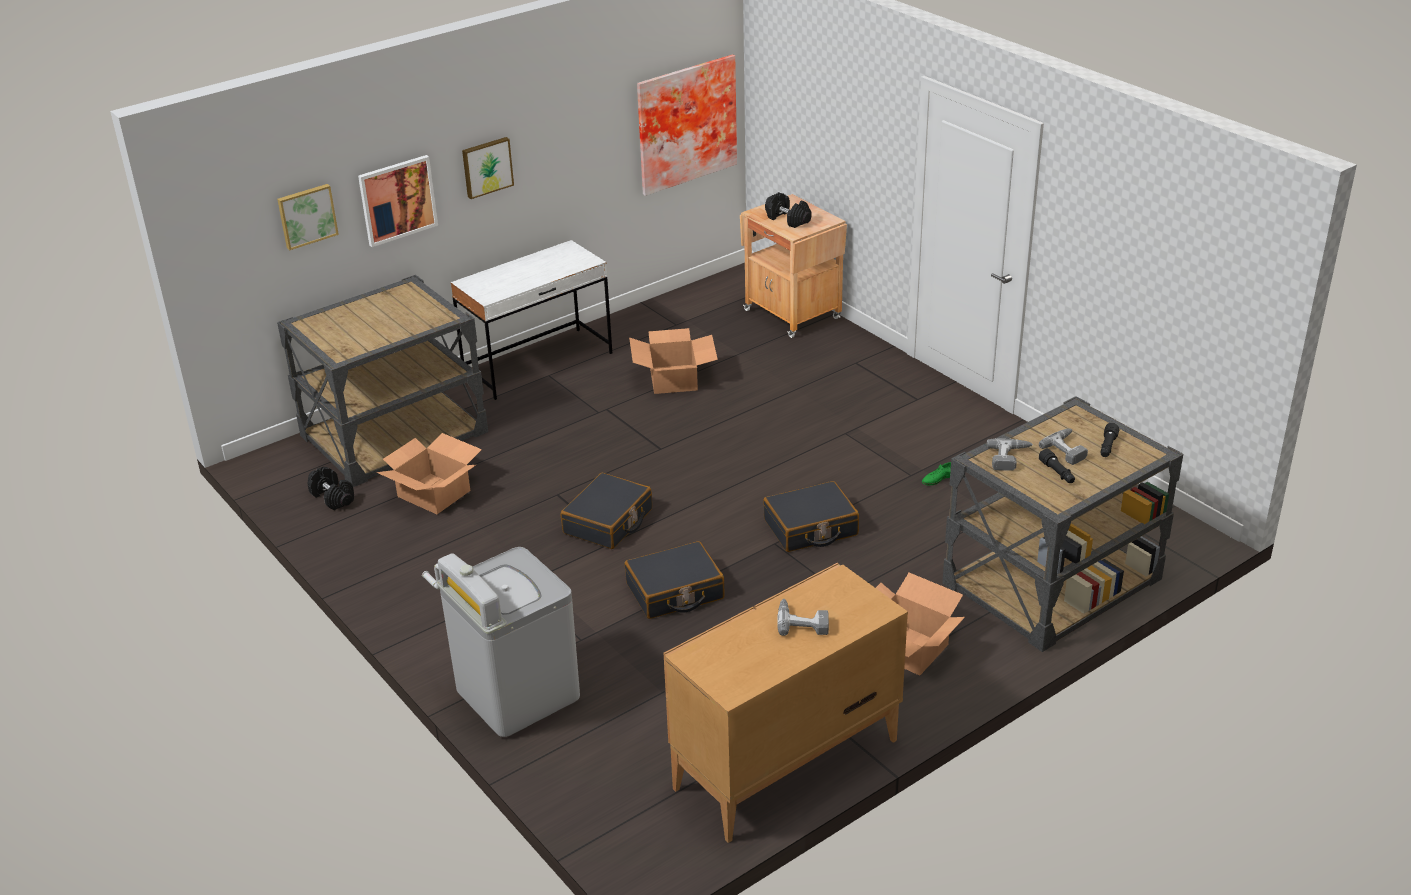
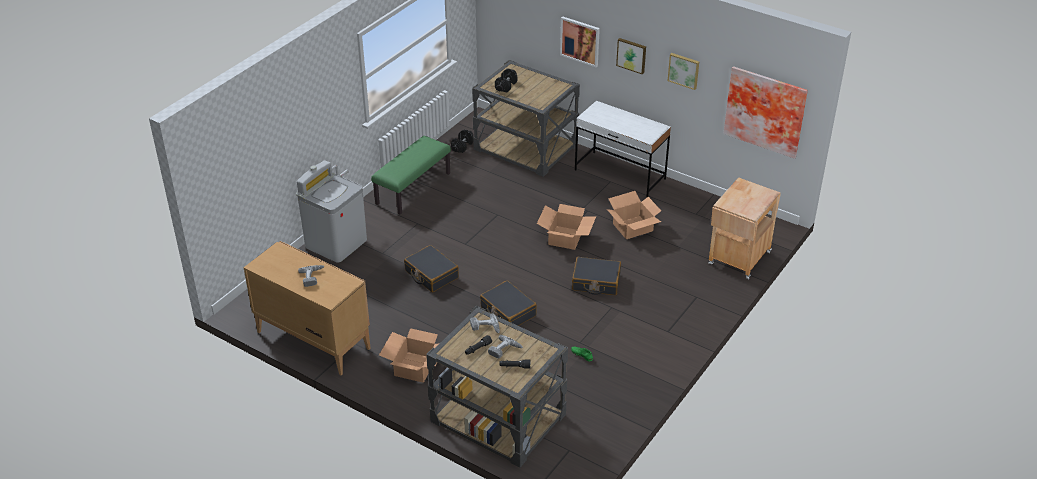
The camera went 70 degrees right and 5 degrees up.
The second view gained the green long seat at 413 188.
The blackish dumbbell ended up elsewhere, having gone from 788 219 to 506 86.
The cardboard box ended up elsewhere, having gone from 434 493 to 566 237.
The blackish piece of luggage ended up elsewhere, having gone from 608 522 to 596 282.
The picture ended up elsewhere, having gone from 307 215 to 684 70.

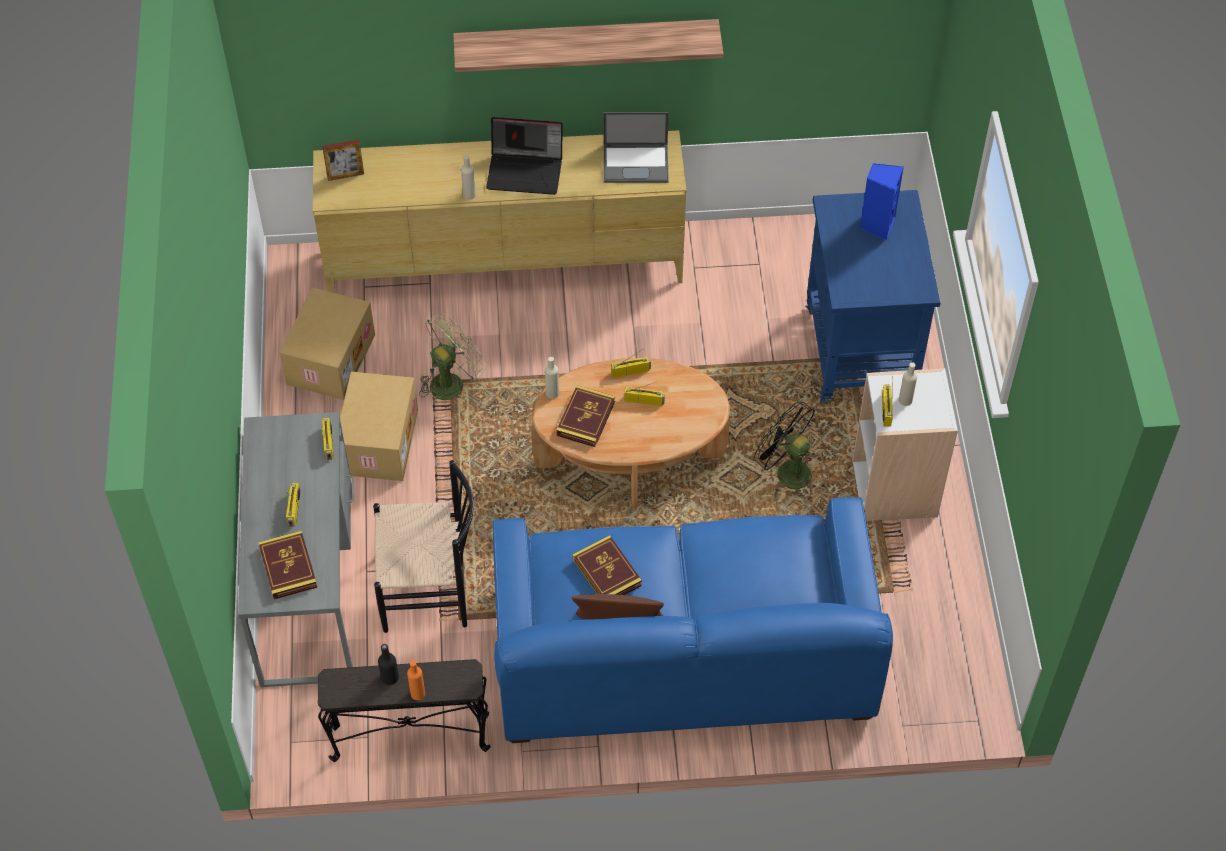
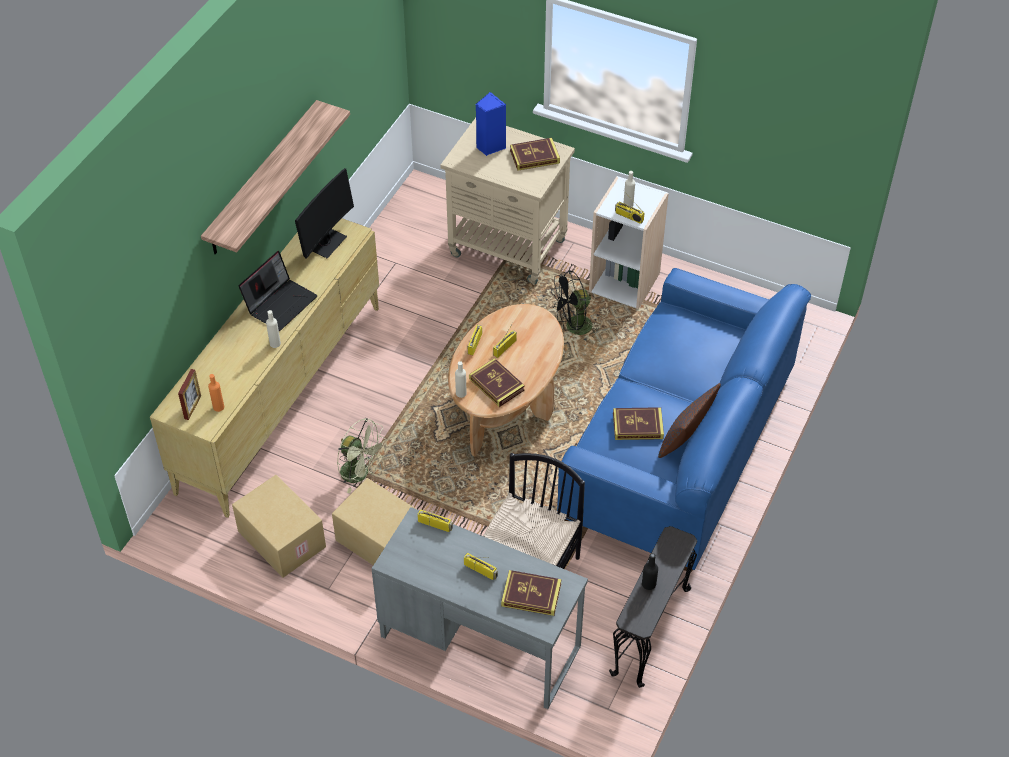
The camera went 60 degrees left and 5 degrees down.
The orange bottle ended up elsewhere, having gone from 418 693 to 218 407.
Where the portable computer stood at 636 163, the computer screen came to stand at 325 242.
The green fan at 451 381 ended up facing another way, 135 degrees clockwise from before.
What was the blue-coloured cart at 859 354 turned into the beige-coloured cart at 508 249.
The second view gained the bound book at 534 156.

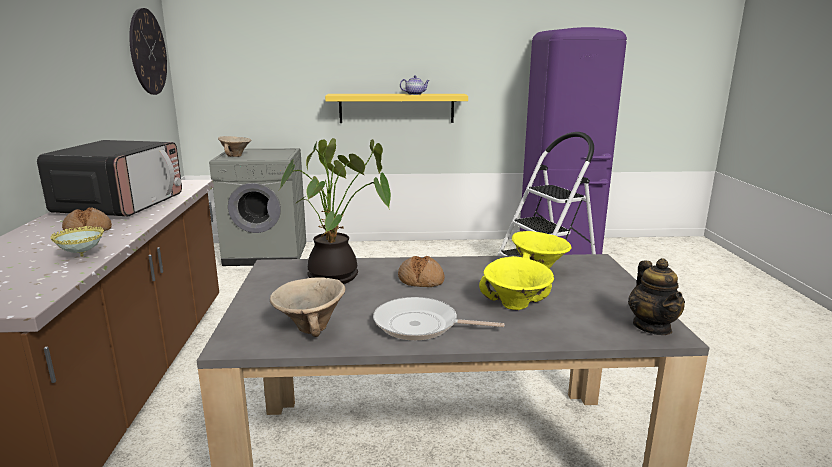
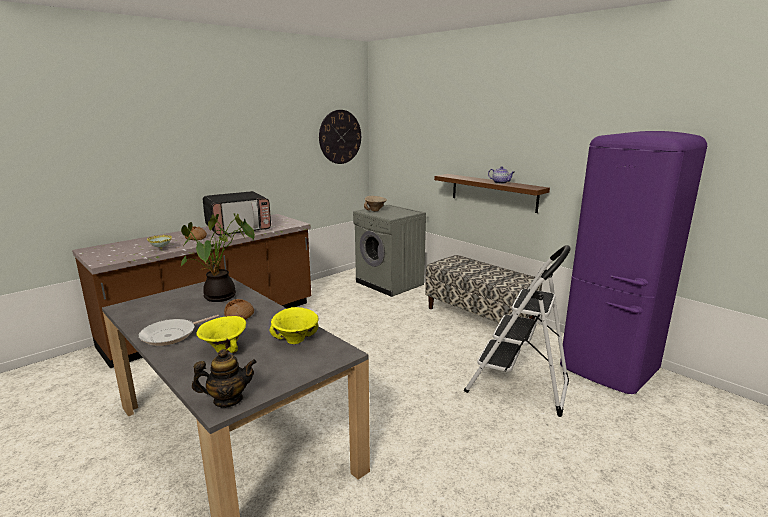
The camera went 50 degrees right and 0 degrees up.
The frying pan at 421 325 ended up facing another way, 105 degrees counterclockwise from before.
The tea pot at 652 327 ended up facing another way, 150 degrees counterclockwise from before.
The second view gained the long seat at 479 317.
What was the yellow shelf at 396 108 turned into the brown-coloured shelf at 493 192.
The second view lost the beige-coloured deep dish at 309 328.

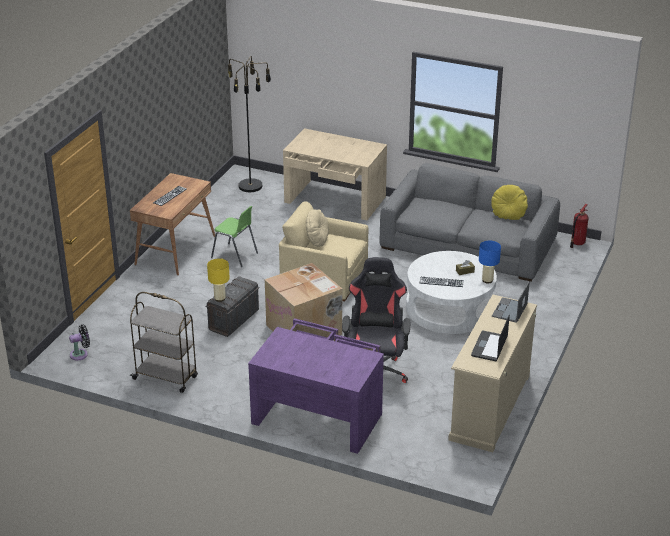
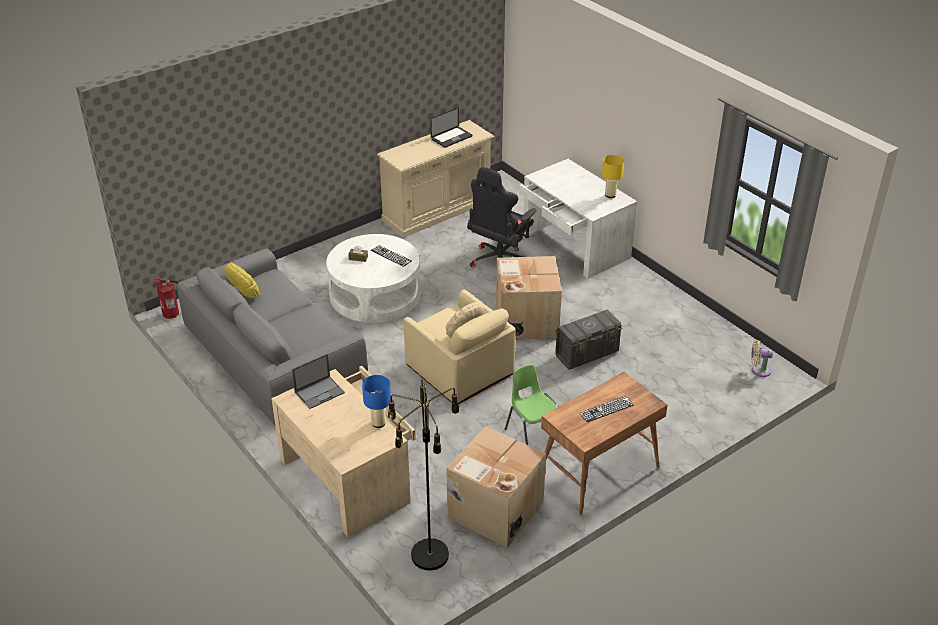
The camera went 150 degrees left and 5 degrees up.
The portable computer ended up elsewhere, having gone from 509 310 to 320 392.
The blue-coloured table lamp ended up elsewhere, having gone from 487 280 to 379 423.
The second view gained the cardboard box at 494 510.
What was the purple-coloured desk at 318 414 turned into the white-coloured desk at 571 247.
The yellow table lamp ended up elsewhere, having gone from 219 298 to 610 195.
What was the blackish fan at 81 354 turned into the beige-coloured fan at 759 370.
The second view lost the grey cart at 165 378.

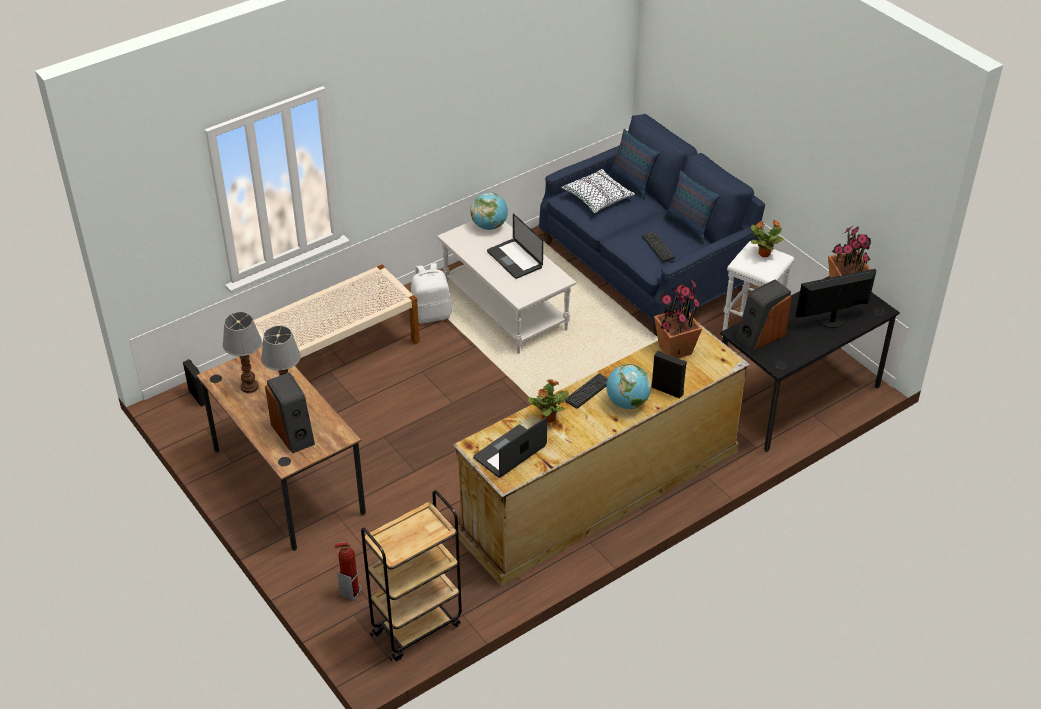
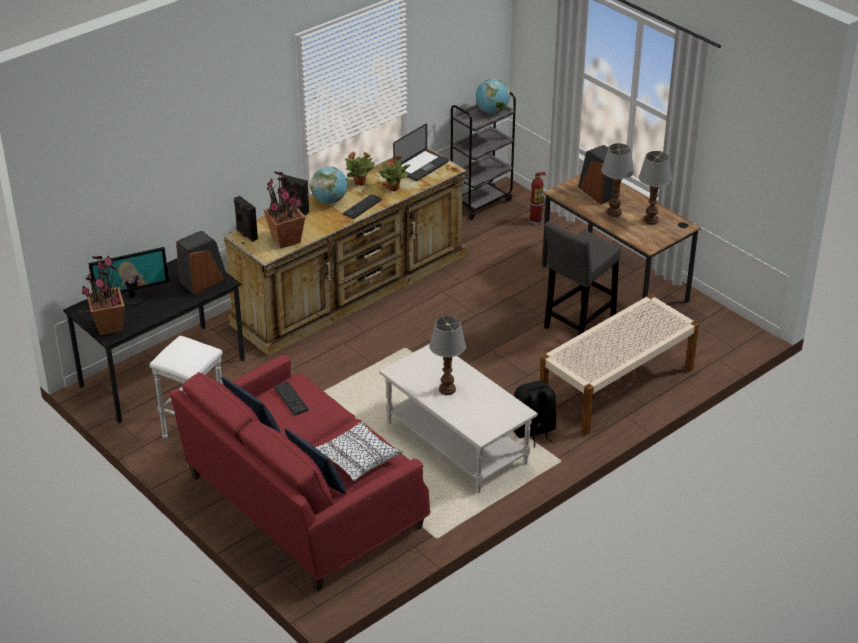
The camera went 175 degrees right and 5 degrees down.
What was the blue-coloured sofa at 645 265 turned into the red sofa at 301 504.
The blackish audio speaker ended up elsewhere, having gone from 199 397 to 246 235.
The potted plant ended up elsewhere, having gone from 763 253 to 360 183.
Where the portable computer stood at 514 260, the table lamp came to stand at 446 389.
What was the brown-coloured cart at 417 631 turned into the grey cart at 481 203.
The globe ended up elsewhere, having gone from 489 226 to 492 111.
What was the white-coloured rucksack at 431 314 turned into the blackish rucksack at 534 431.
The second view gained the grey sitting stool at 577 326.

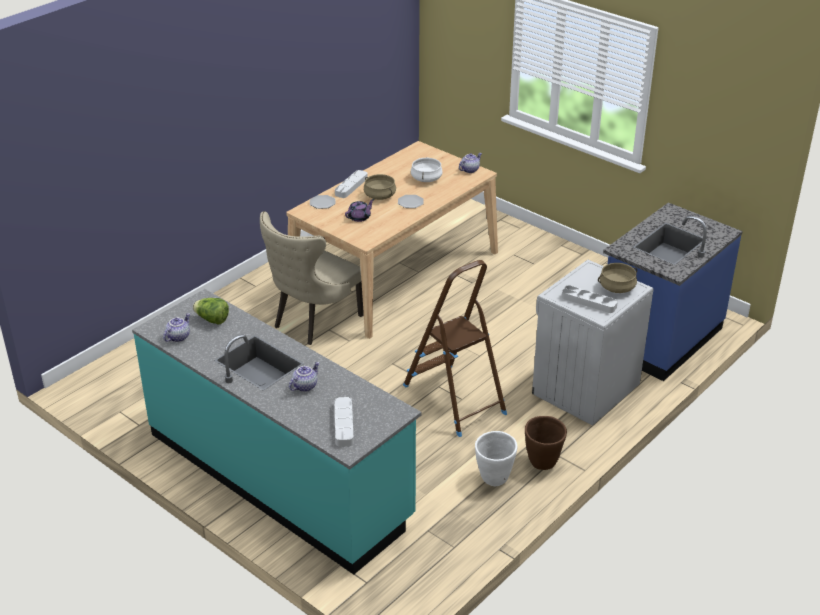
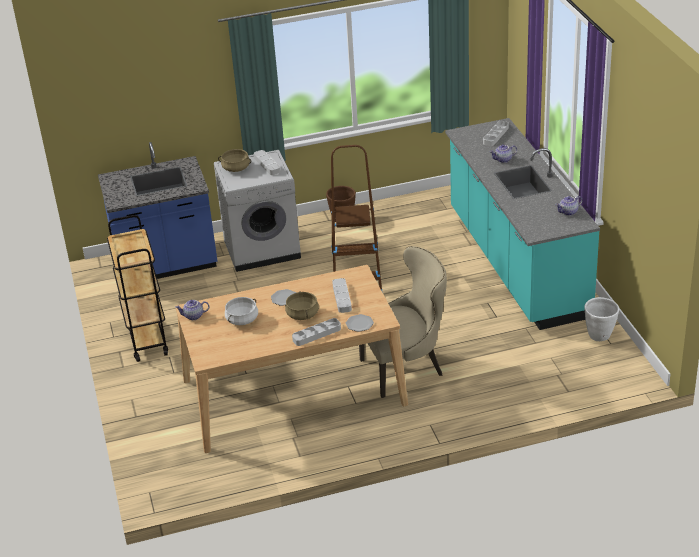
The camera went 145 degrees left and 0 degrees up.
The second view gained the brown-coloured cart at 146 341.
Where the purple-coloured tea pot stood at 359 217, the grey serving tray came to stand at 342 297.
The white-coloured planter ended up elsewhere, having gone from 494 478 to 599 336.
The second view lost the lettuce head at 212 320.

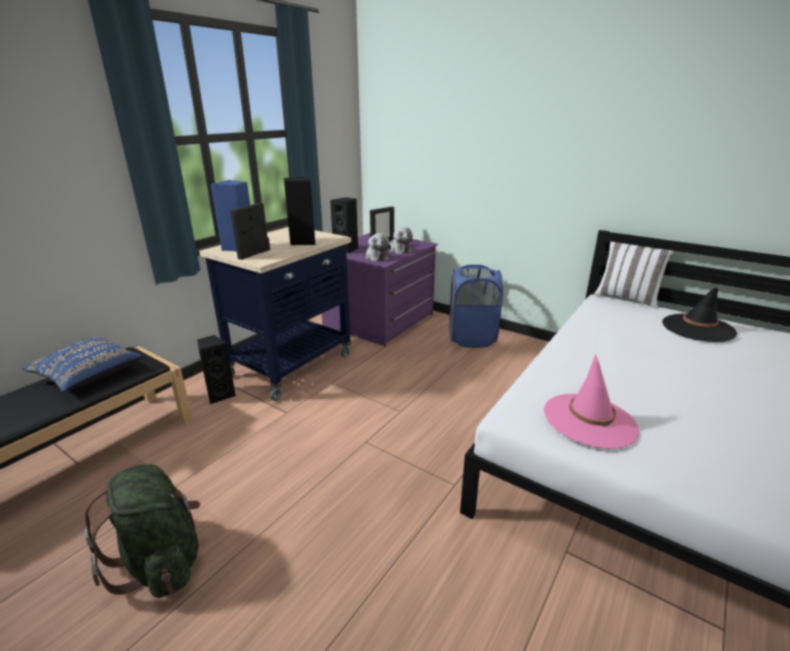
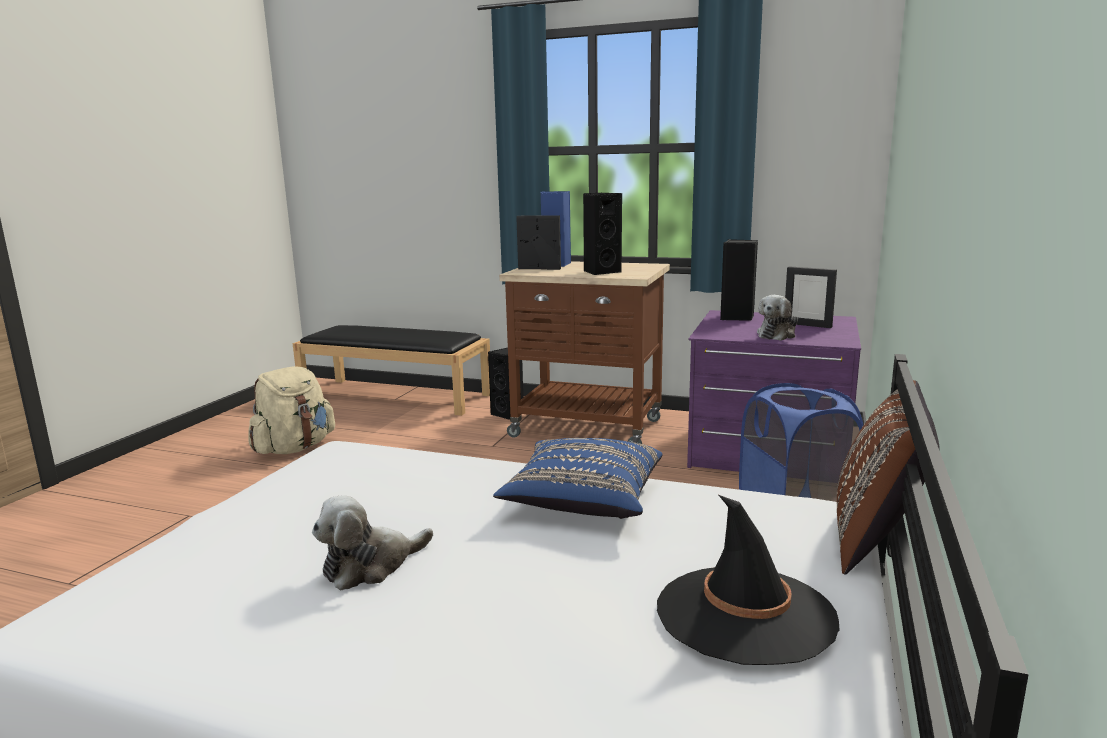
The camera went 75 degrees right and 10 degrees down.
What was the green rucksack at 161 561 turned into the beige-coloured rucksack at 294 448.
The cuddly toy ended up elsewhere, having gone from 376 257 to 371 566.
The blue-coloured cushion ended up elsewhere, having gone from 88 376 to 583 500.
What was the blue-coloured cart at 291 365 turned into the brown-coloured cart at 588 428.
What was the white-coloured cushion at 627 298 turned into the brown-coloured cushion at 877 540.
The second view lost the pink hat at 589 420.

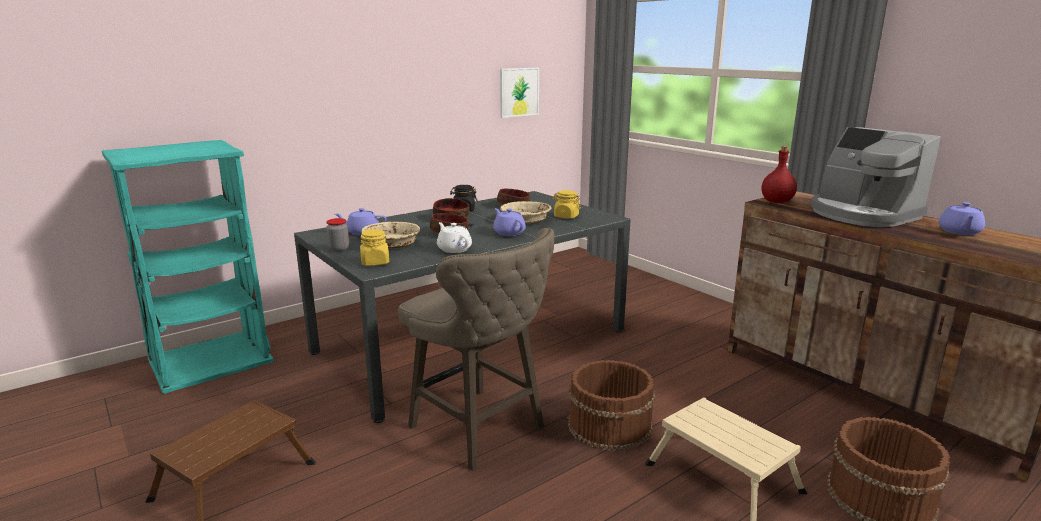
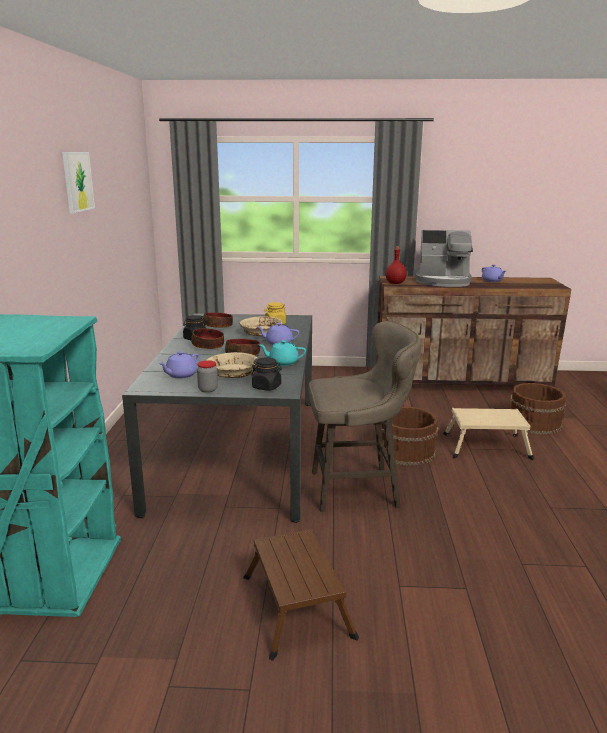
The camera went 50 degrees left and 0 degrees up.
The picture ended up elsewhere, having gone from 519 92 to 77 181.
What was the yellow jar at 375 262 turned into the blackish jar at 267 387.
What was the white-coloured tea pot at 454 249 turned into the turquoise tea pot at 282 362.

